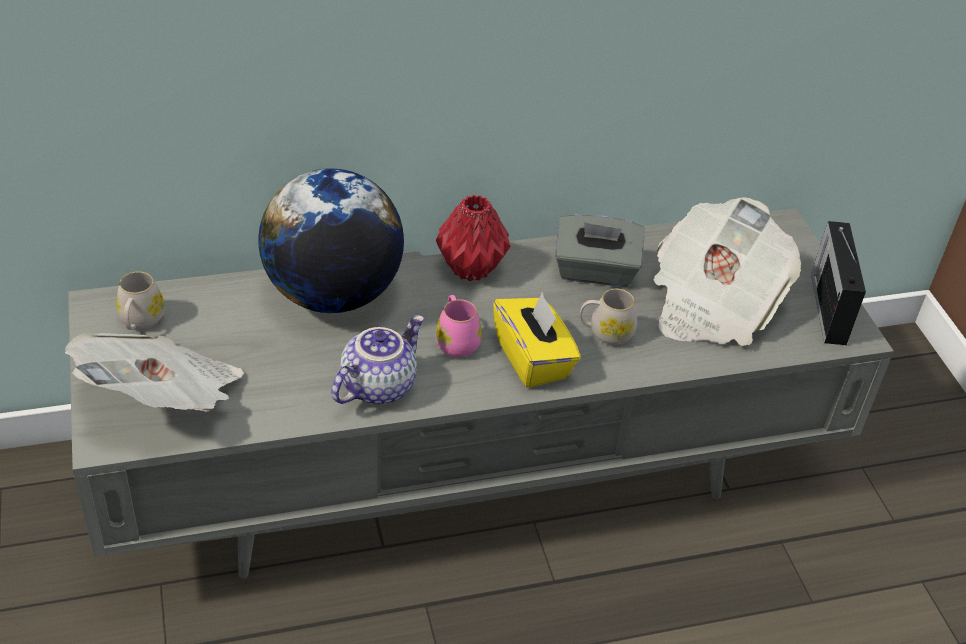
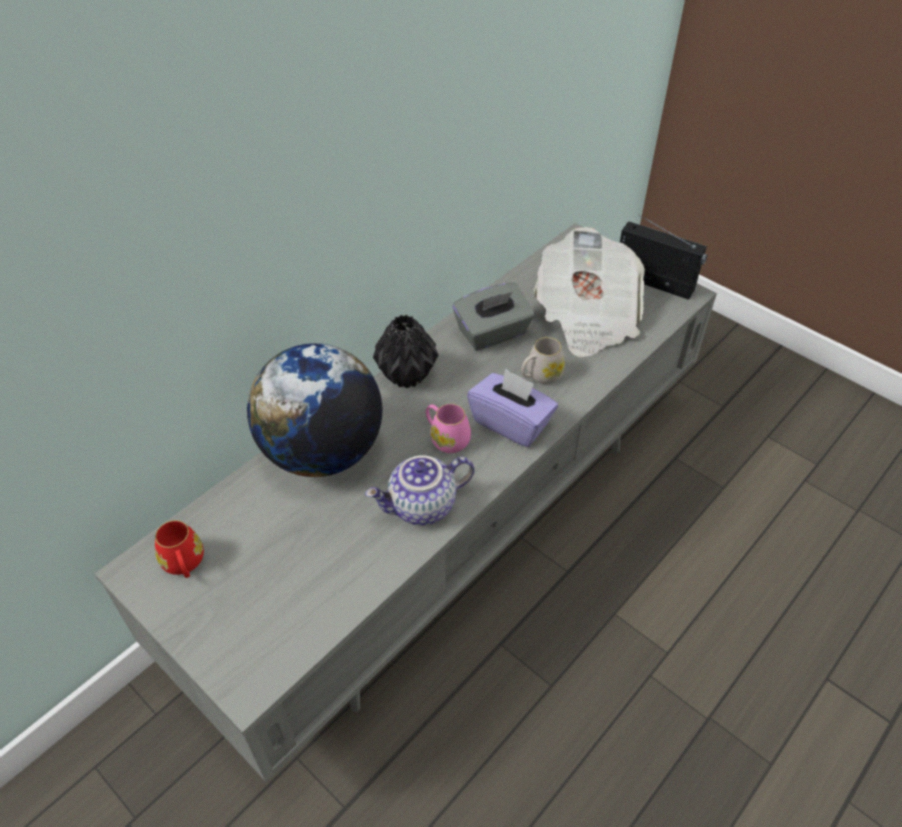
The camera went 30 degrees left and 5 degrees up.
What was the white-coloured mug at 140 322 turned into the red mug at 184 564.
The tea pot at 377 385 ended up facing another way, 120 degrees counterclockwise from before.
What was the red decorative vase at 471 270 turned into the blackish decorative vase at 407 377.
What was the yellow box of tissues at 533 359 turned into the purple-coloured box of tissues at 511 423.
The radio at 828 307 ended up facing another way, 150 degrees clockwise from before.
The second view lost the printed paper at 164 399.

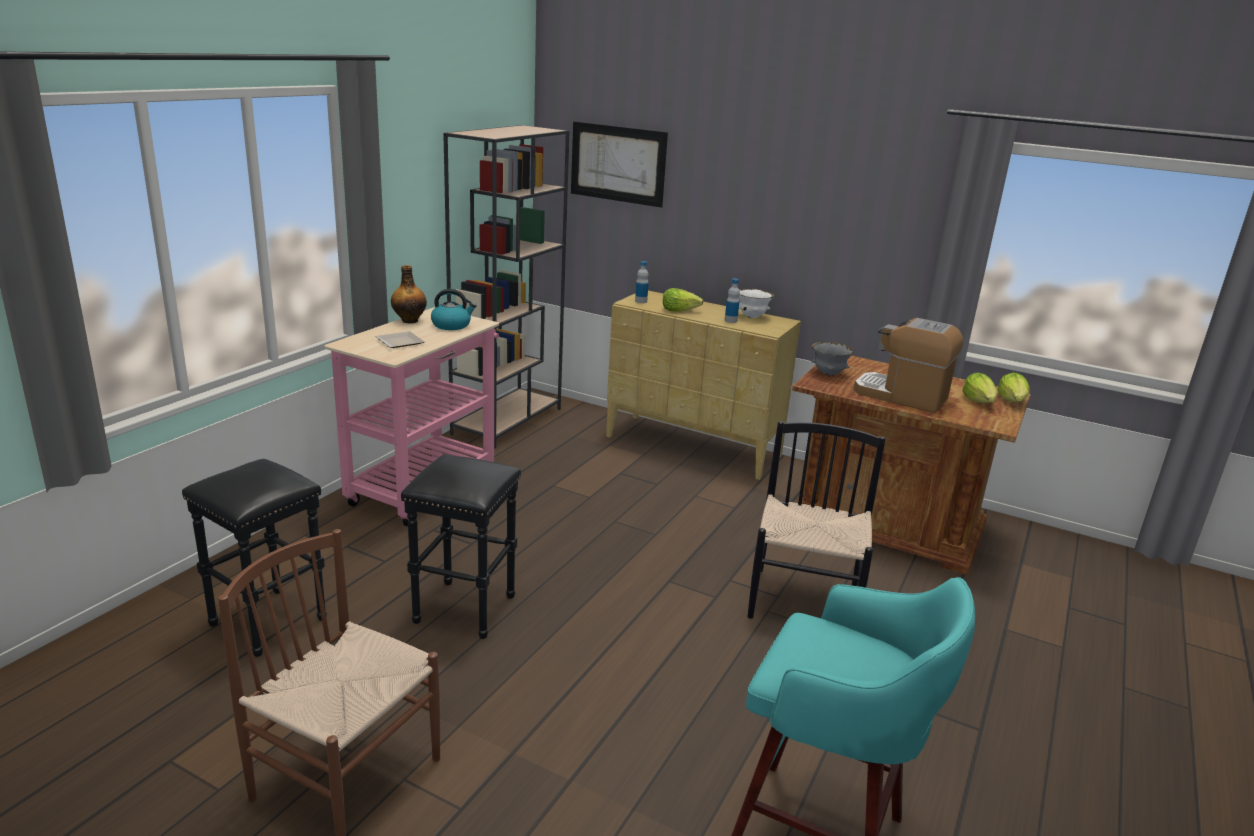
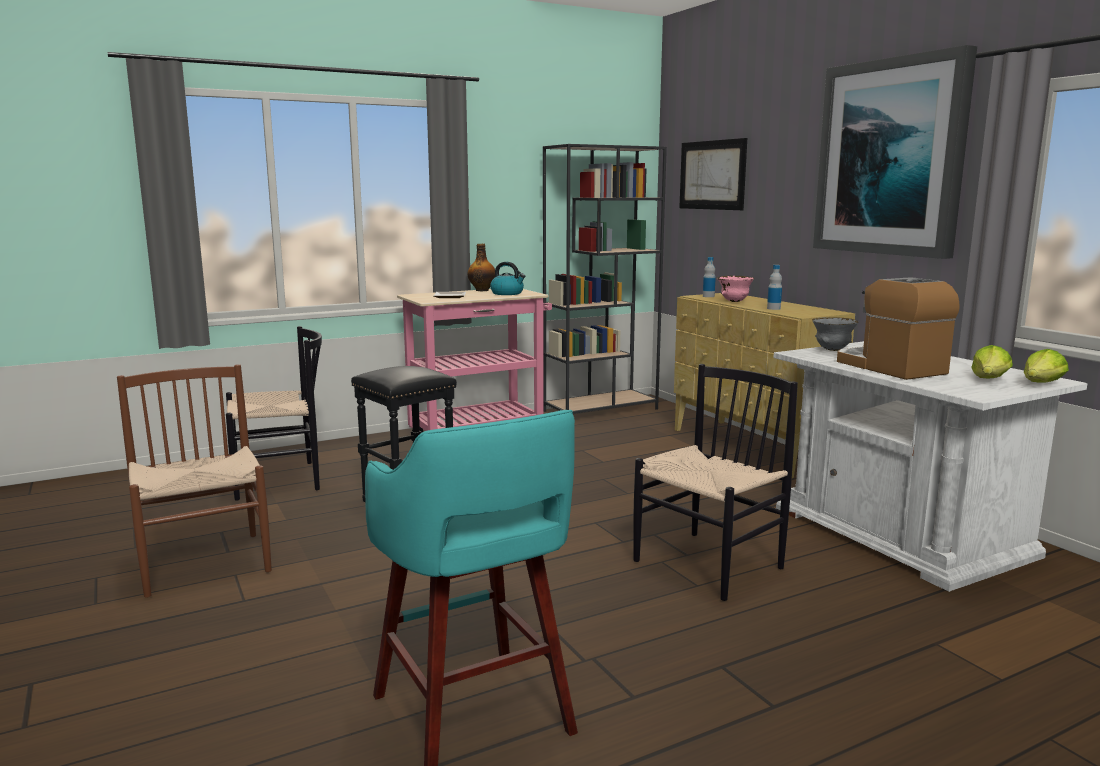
The camera went 35 degrees right and 10 degrees down.
Where the blackish sitting stool stood at 271 621, the blackish upright chair came to stand at 281 480.
Where the lettuce head stood at 679 310, the pink deep dish came to stand at 734 302.
What was the brown-coloured cabinet at 887 522 turned into the white-coloured cabinet at 900 532.
The second view gained the picture at 891 158.
The second view lost the white-coloured deep dish at 752 317.

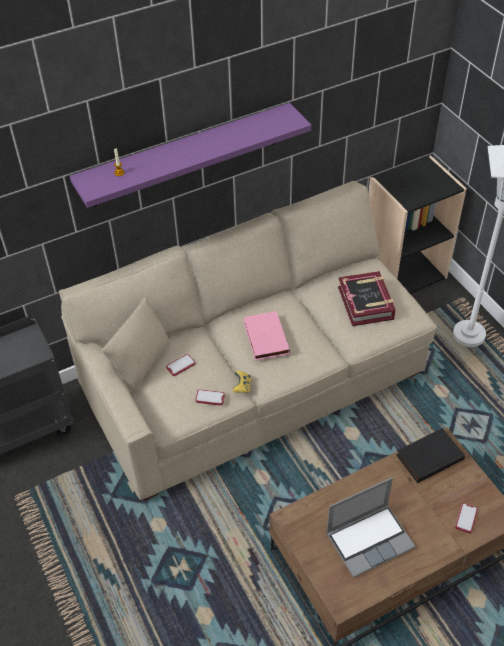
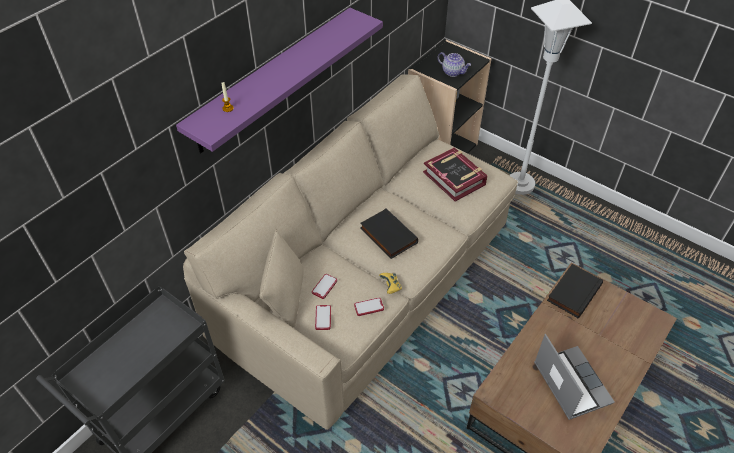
The camera went 25 degrees left and 0 degrees up.
The telephone ended up elsewhere, having gone from 466 518 to 323 318.
What was the pink bound book at 264 338 turned into the blackish bound book at 387 236.
The second view gained the tea pot at 453 72.
The portable computer at 370 539 ended up facing another way, 60 degrees counterclockwise from before.

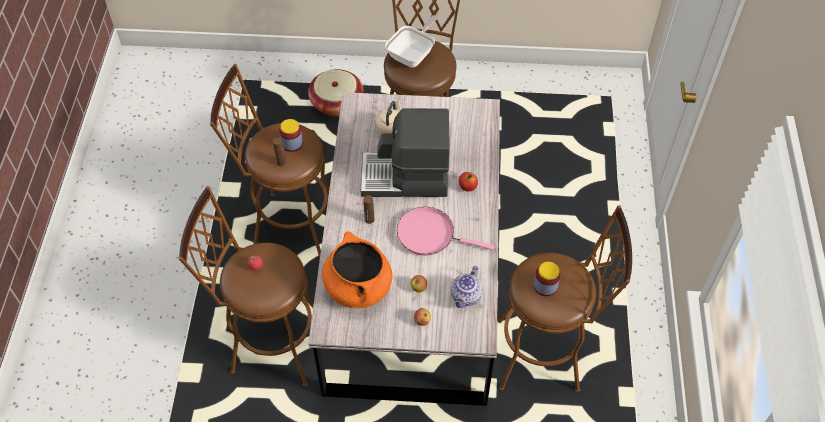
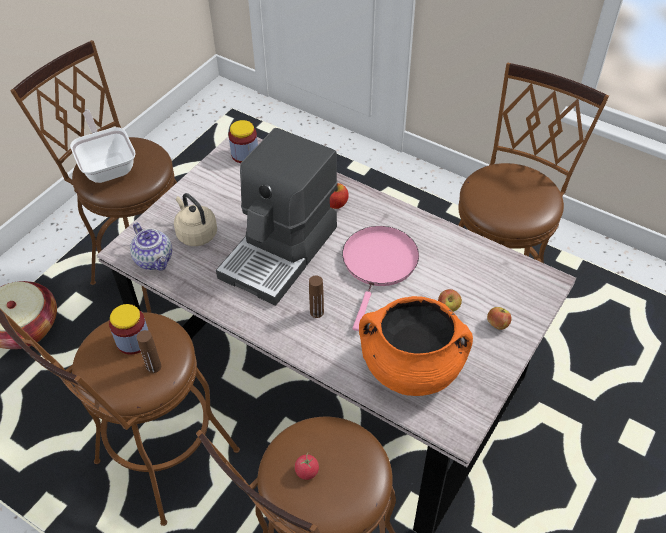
The camera went 60 degrees left and 5 degrees down.
The tea pot ended up elsewhere, having gone from 466 296 to 155 260.
The jar ended up elsewhere, having gone from 545 286 to 245 154.
The pink frying pan at 430 234 ended up facing another way, 150 degrees clockwise from before.

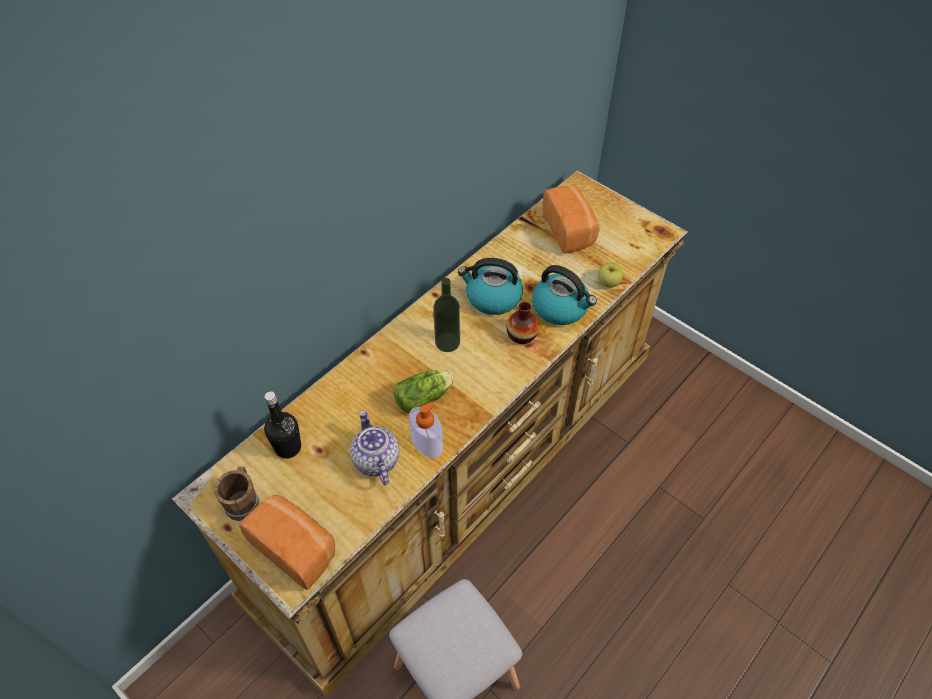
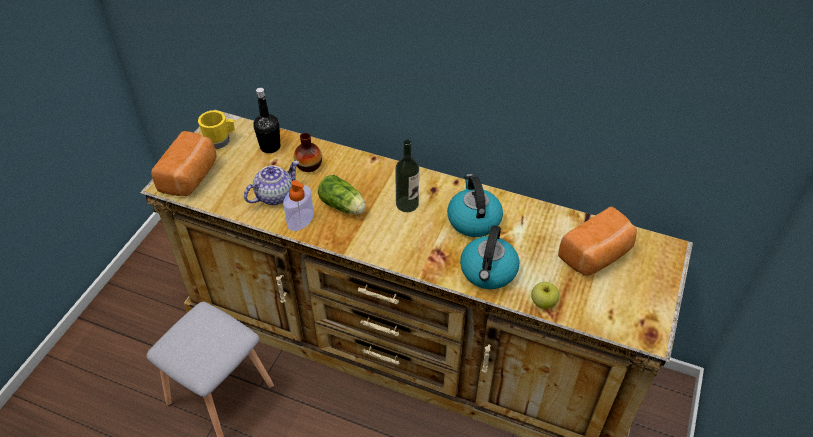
The camera went 70 degrees right and 5 degrees down.
What was the brown-coloured mug at 243 501 turned into the yellow mug at 220 140.
The decorative vase ended up elsewhere, having gone from 521 335 to 309 165.

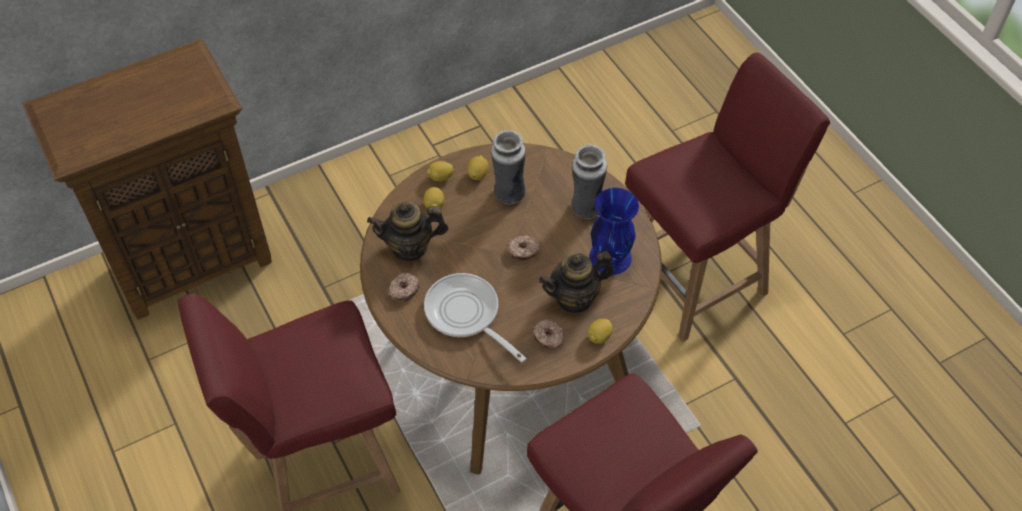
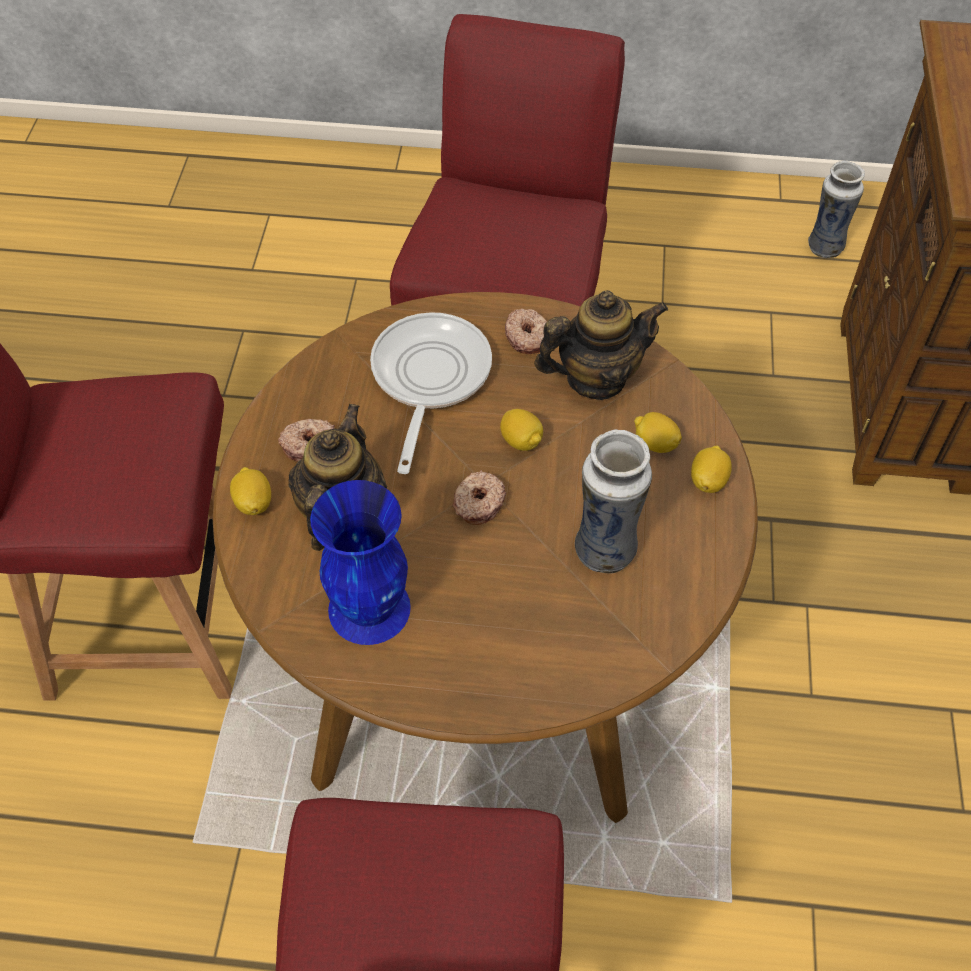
The camera went 125 degrees right and 0 degrees up.
The frying pan at 466 315 ended up facing another way, 75 degrees counterclockwise from before.
The citrus fruit ended up elsewhere, having gone from 478 174 to 521 441.
The tea pot at 410 247 ended up facing another way, 45 degrees clockwise from before.
The decorative vase ended up elsewhere, having gone from 586 208 to 824 246.

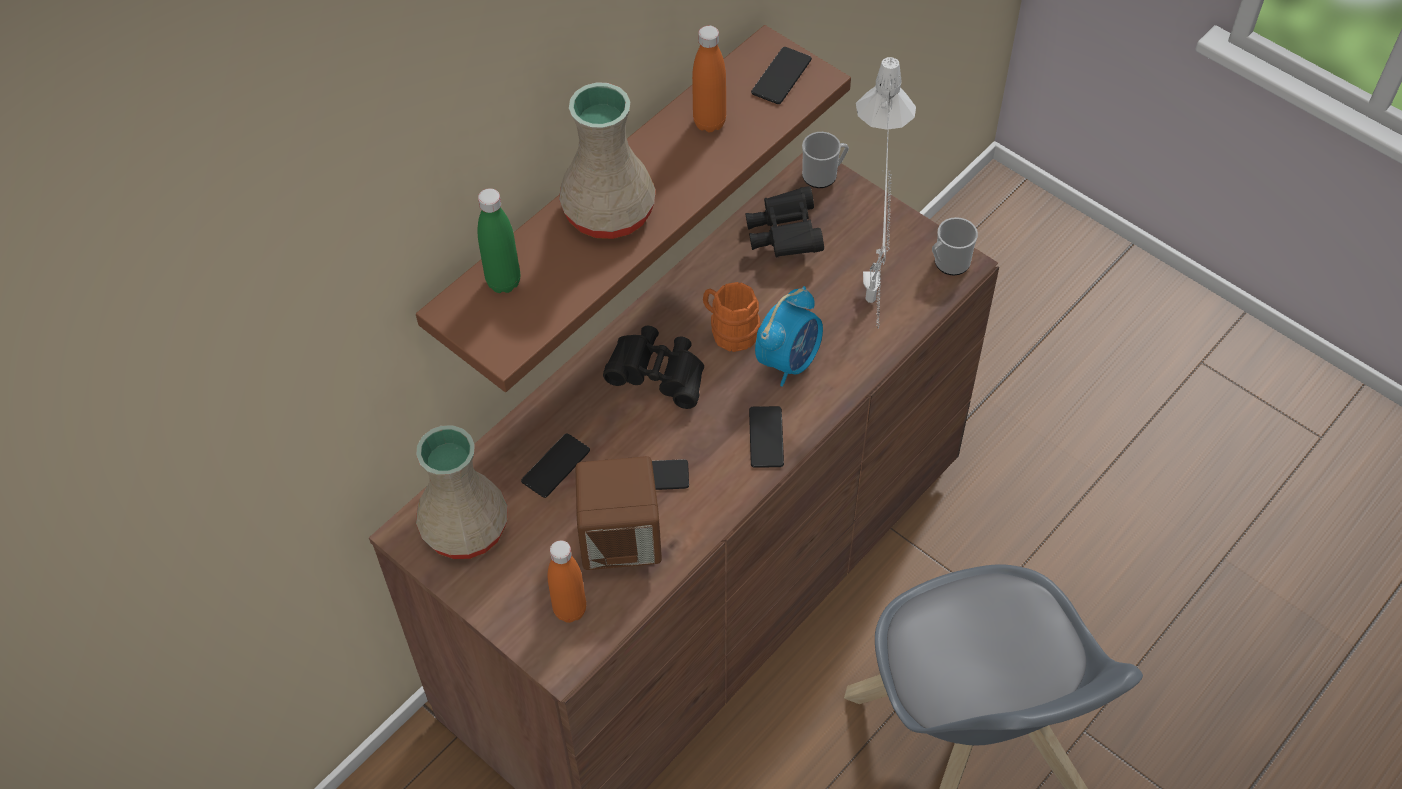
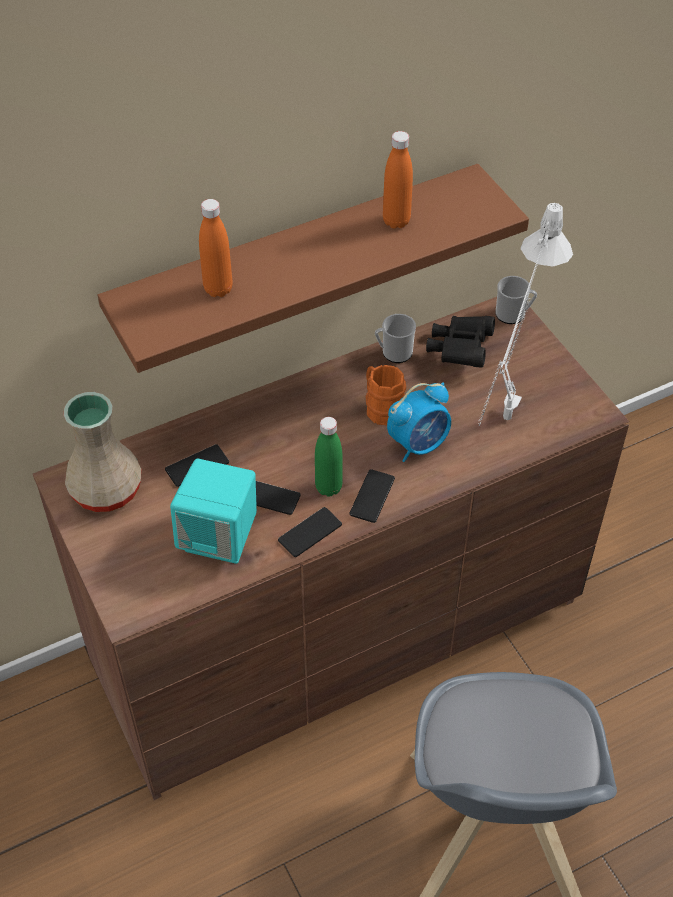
The camera went 20 degrees right and 5 degrees down.
What was the brown-coloured audio speaker at 621 540 turned into the turquoise audio speaker at 219 537.
The orange bottle ended up elsewhere, having gone from 570 609 to 218 289.
The telephone ended up elsewhere, having gone from 781 76 to 310 532.
The green bottle ended up elsewhere, having gone from 503 282 to 328 487.
The mug ended up elsewhere, having gone from 948 263 to 393 353.
The second view lost the beige-coloured decorative vase at 608 210.
The second view lost the blackish binoculars at 658 376.

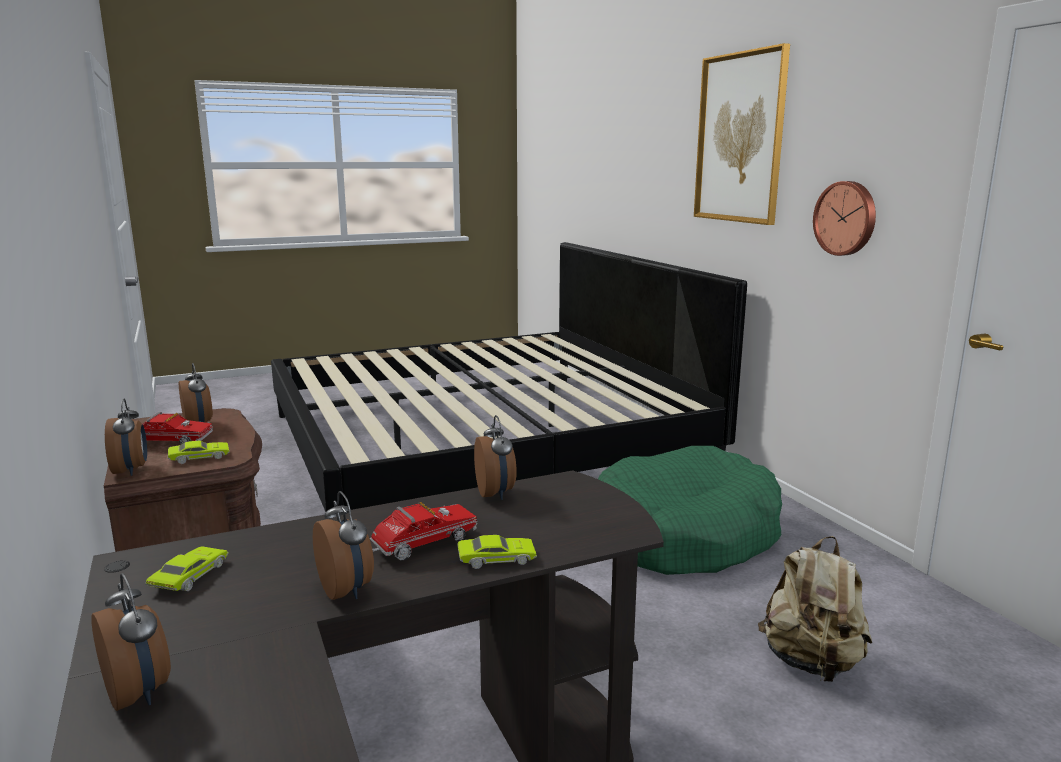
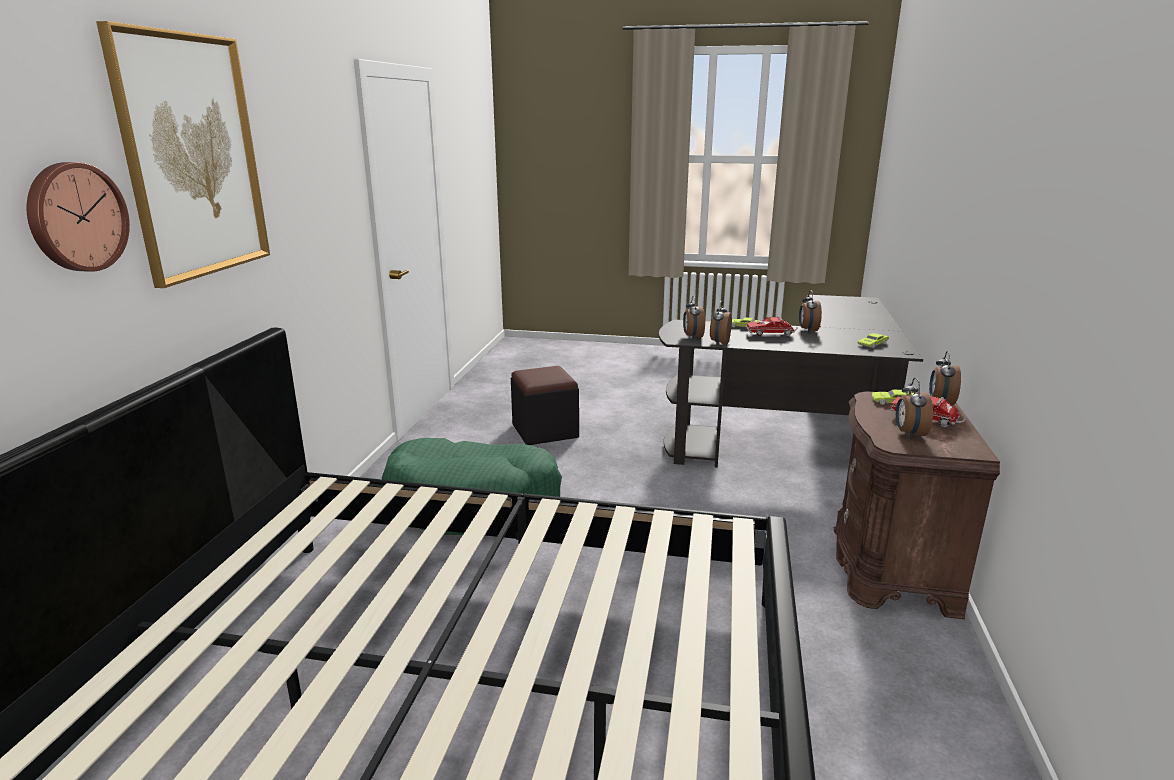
The camera went 145 degrees left and 5 degrees up.
The wall clock ended up elsewhere, having gone from 846 218 to 75 217.
Where the beige-coloured rucksack stood at 811 662, the blackish footrest came to stand at 545 431.
The table clock ended up elsewhere, having gone from 139 693 to 692 337.

